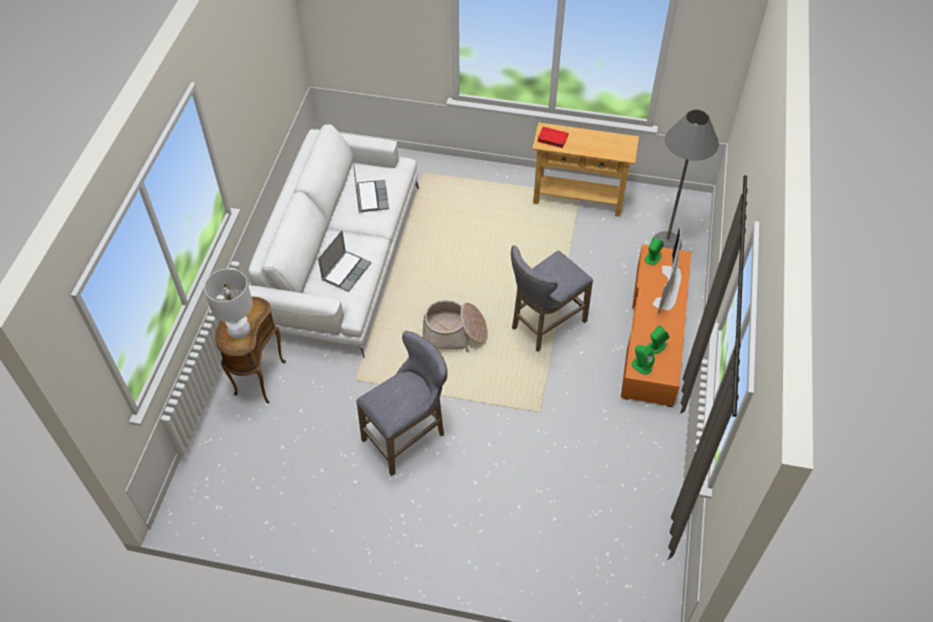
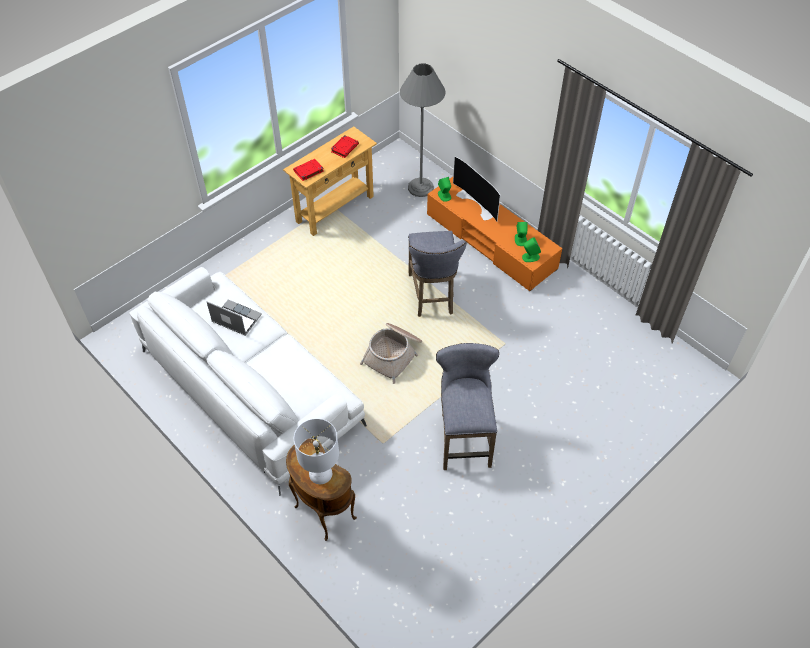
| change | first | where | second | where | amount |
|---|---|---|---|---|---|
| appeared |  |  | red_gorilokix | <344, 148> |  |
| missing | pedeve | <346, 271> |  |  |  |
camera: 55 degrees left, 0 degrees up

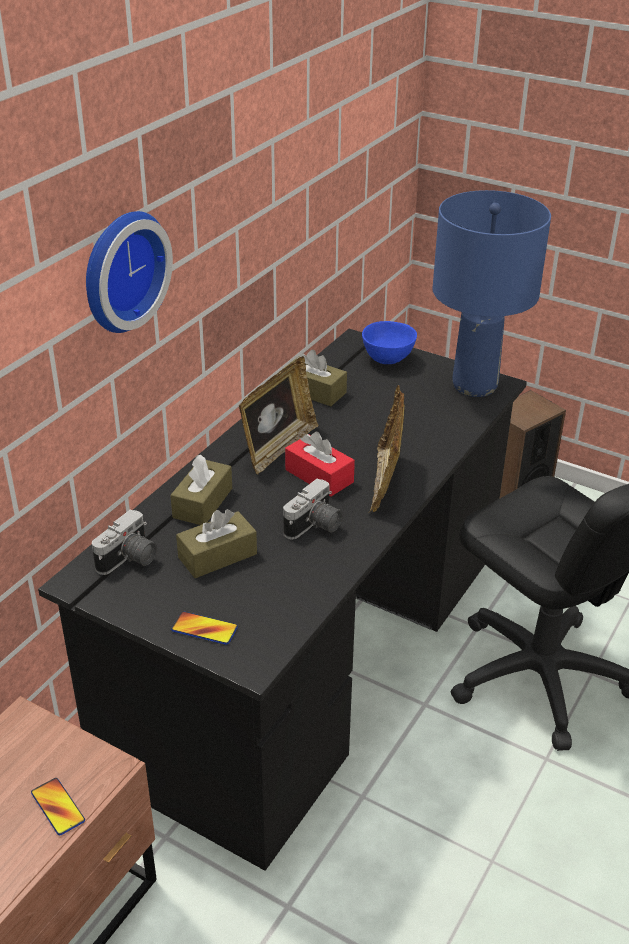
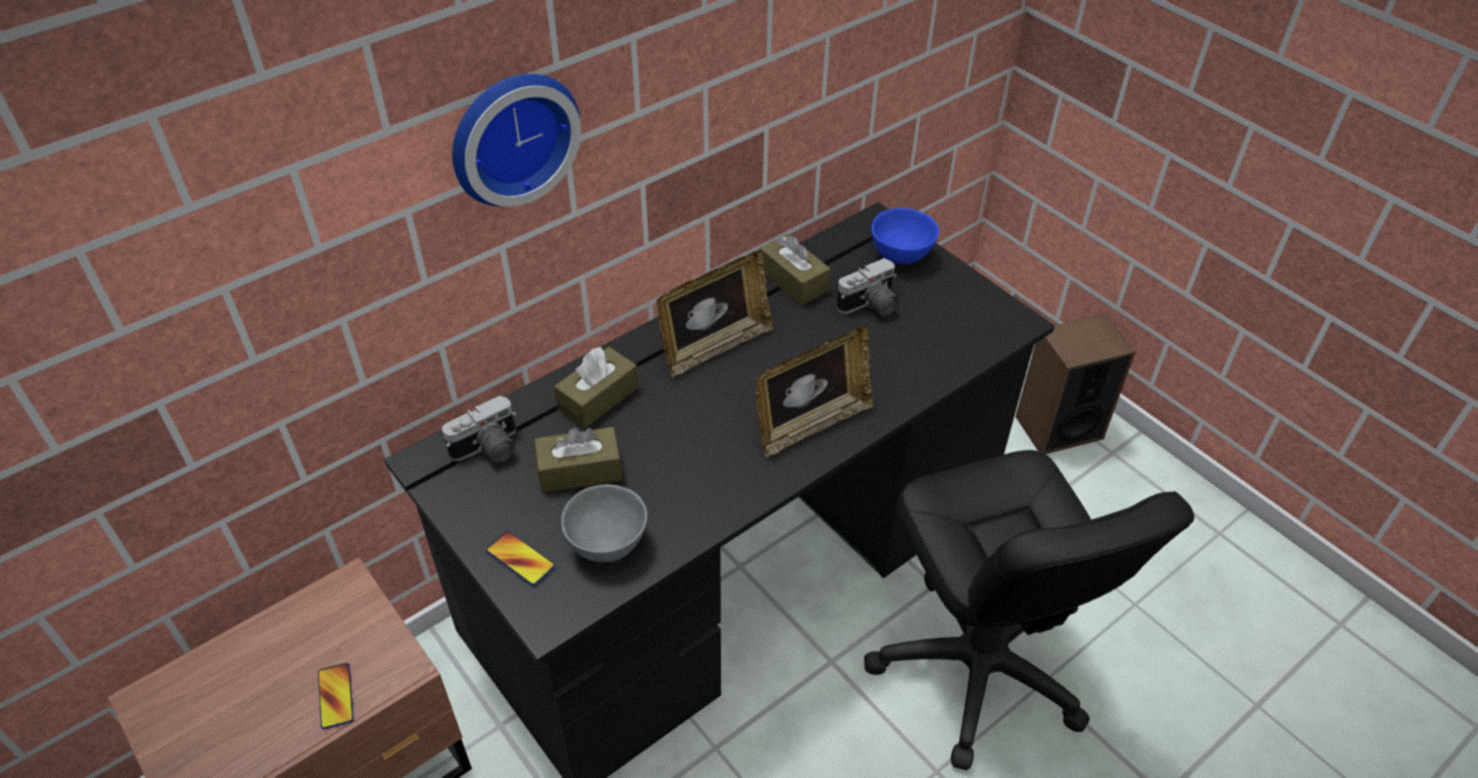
| change | first | where | second | where | amount |
|---|---|---|---|---|---|
| appeared |  |  | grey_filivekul | <608, 544> |  |
| spun | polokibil | <385, 482> |  | <811, 424> | 150 degrees counterclockwise |
| relocated | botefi | <315, 527> |  | <870, 306> |  |
| missing | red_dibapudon | <319, 476> |  |  |  |
| missing | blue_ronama | <474, 386> |  |  |  |
camera: 20 degrees right, 10 degrees up

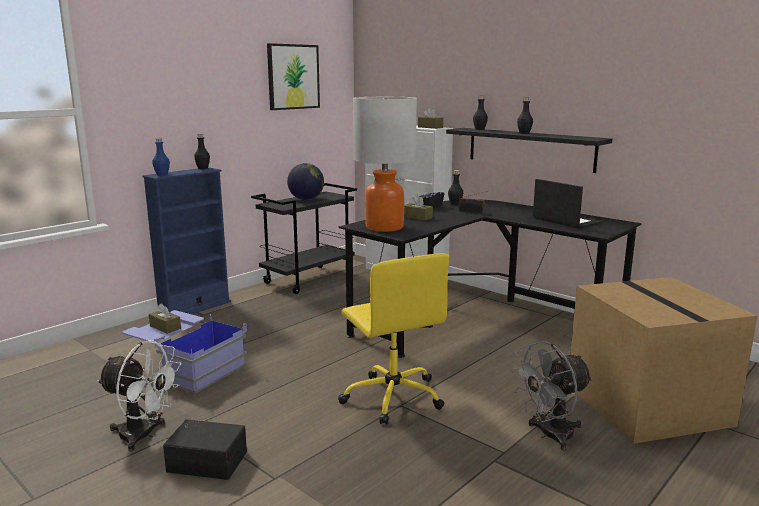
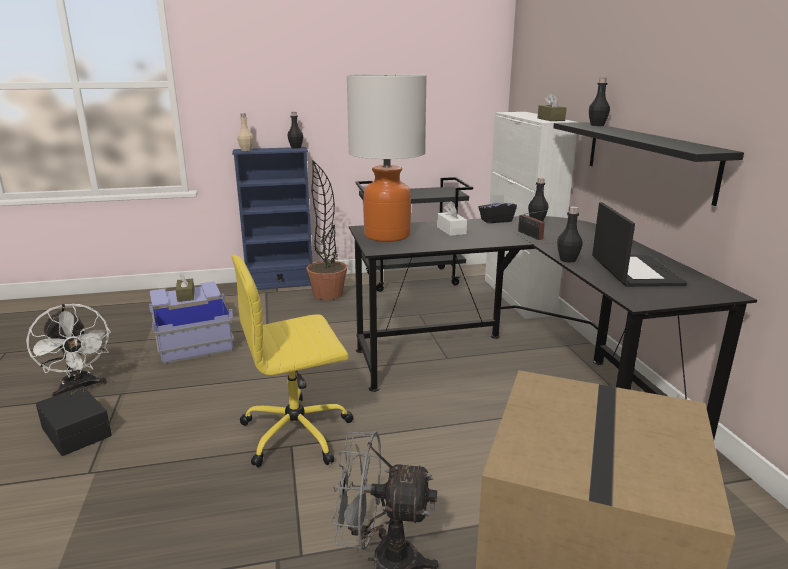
| change | first | where | second | where | amount |
|---|---|---|---|---|---|
| spun | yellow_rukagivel | <392, 396> |  | <298, 432> | 60 degrees clockwise |
| colour | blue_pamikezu | <162, 174> | beige_pamikezu | <246, 150> |  |
| appeared |  |  | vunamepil | <328, 294> |  |
| colour | brown_dibapudon | <417, 217> | white_dibapudon | <451, 230> |  |
| relocated | black_pamikezu | <524, 133> |  | <567, 260> |  |
| missing | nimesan | <293, 77> |  |  |  |
| missing | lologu | <306, 199> |  |  |  |
camera: 35 degrees right, 5 degrees up

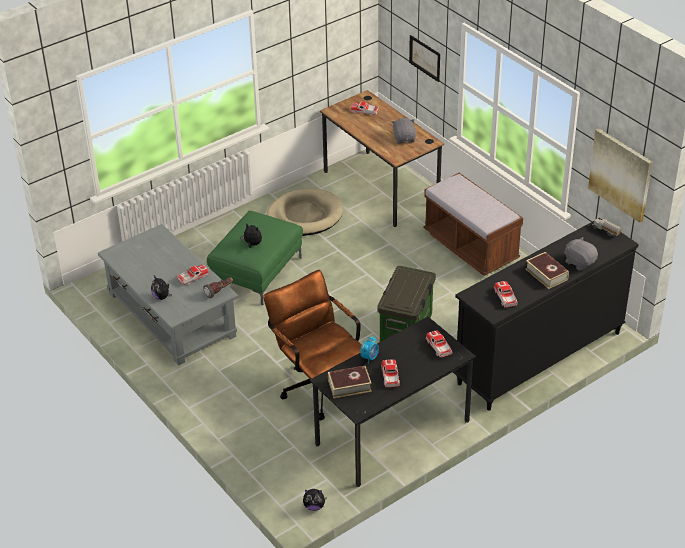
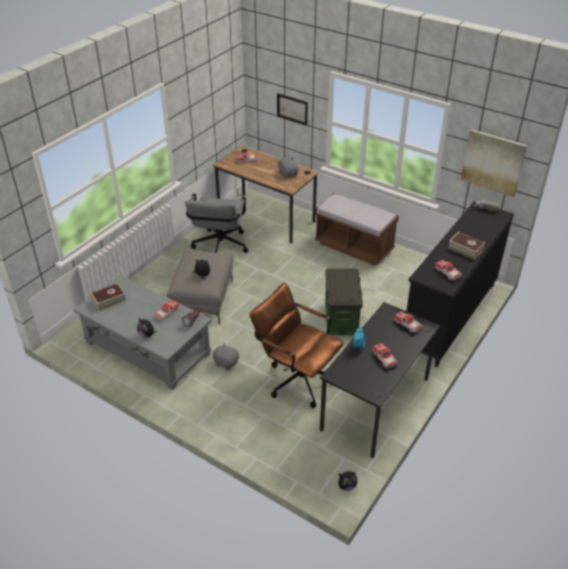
| change | first | where | second | where | amount |
|---|---|---|---|---|---|
| relocated | gorilokix | <349, 386> |  | <109, 300> |  |
| colour | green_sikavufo | <257, 272> | grey_sikavufo | <202, 298> |  |
| exchanged | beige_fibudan | <304, 216> | grey_rukagivel | <219, 248> |  |
| relocated | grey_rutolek | <579, 262> |  | <226, 363> |  |
camera: 20 degrees left, 0 degrees up

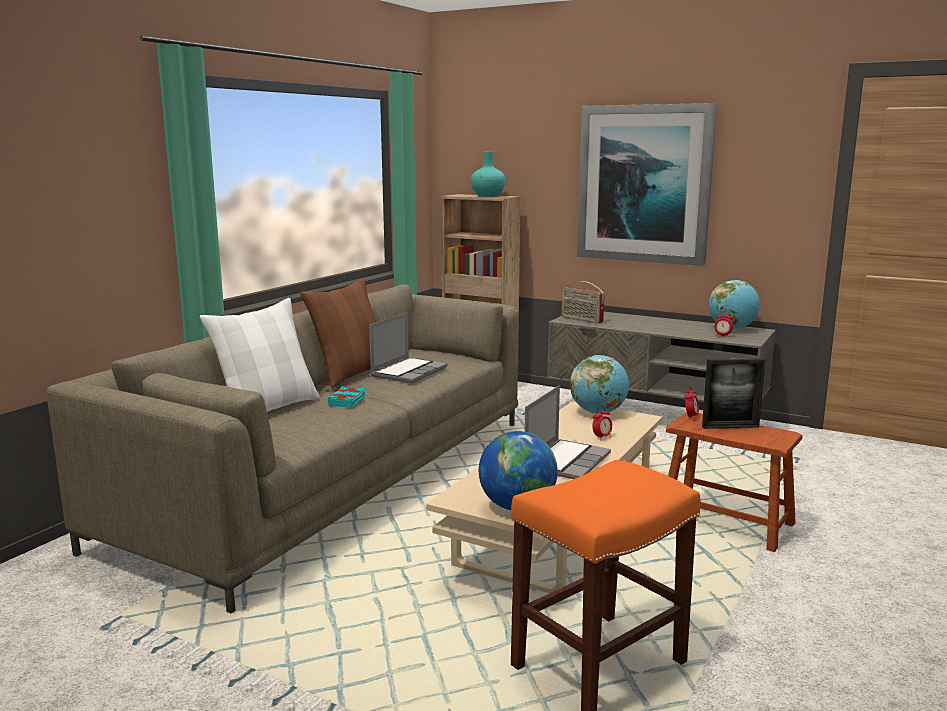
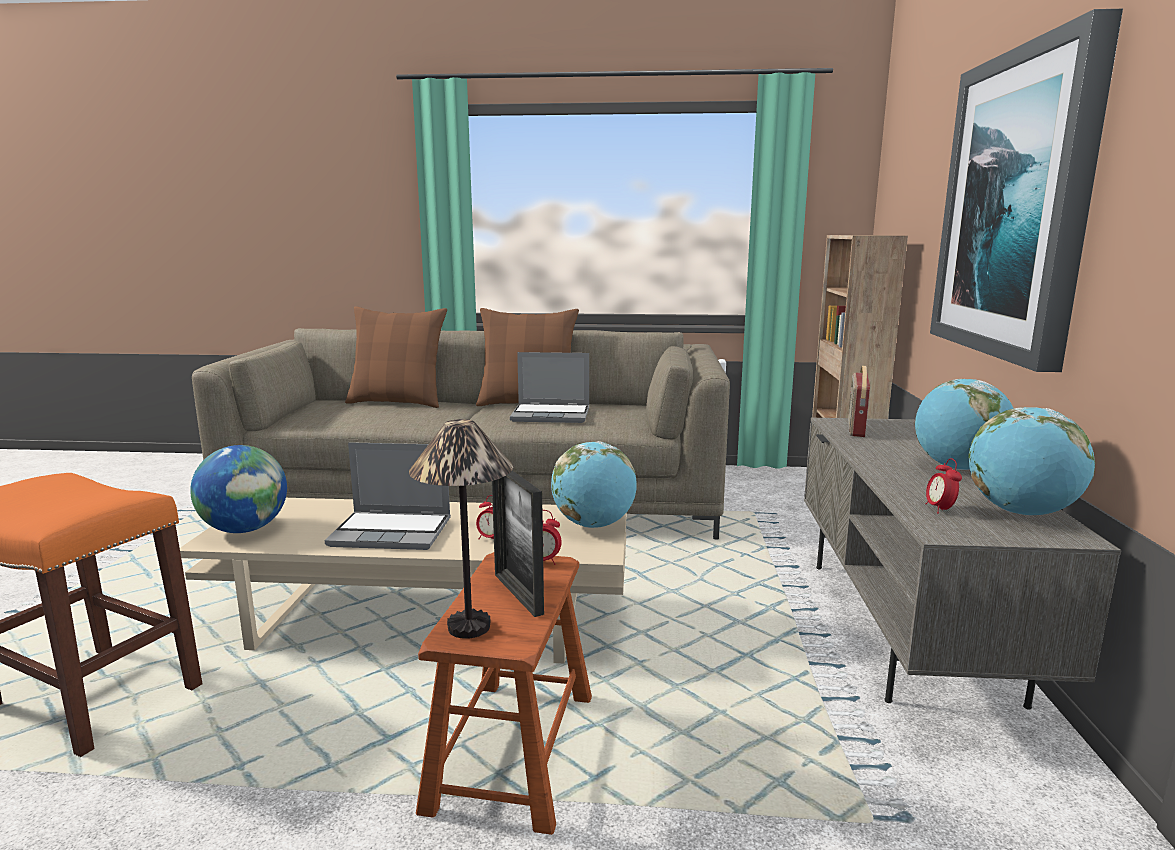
| change | first | where | second | where | amount |
|---|---|---|---|---|---|
| colour | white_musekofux | <267, 409> | brown_musekofux | <397, 402> |  |
| appeared |  |  | ronama | <468, 627> |  |
| appeared |  |  | lologu | <958, 468> |  |
| missing | turquoise_gorilokix | <347, 401> |  |  |  |
| missing | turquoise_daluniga | <488, 196> |  |  |  |
camera: 65 degrees right, 0 degrees up

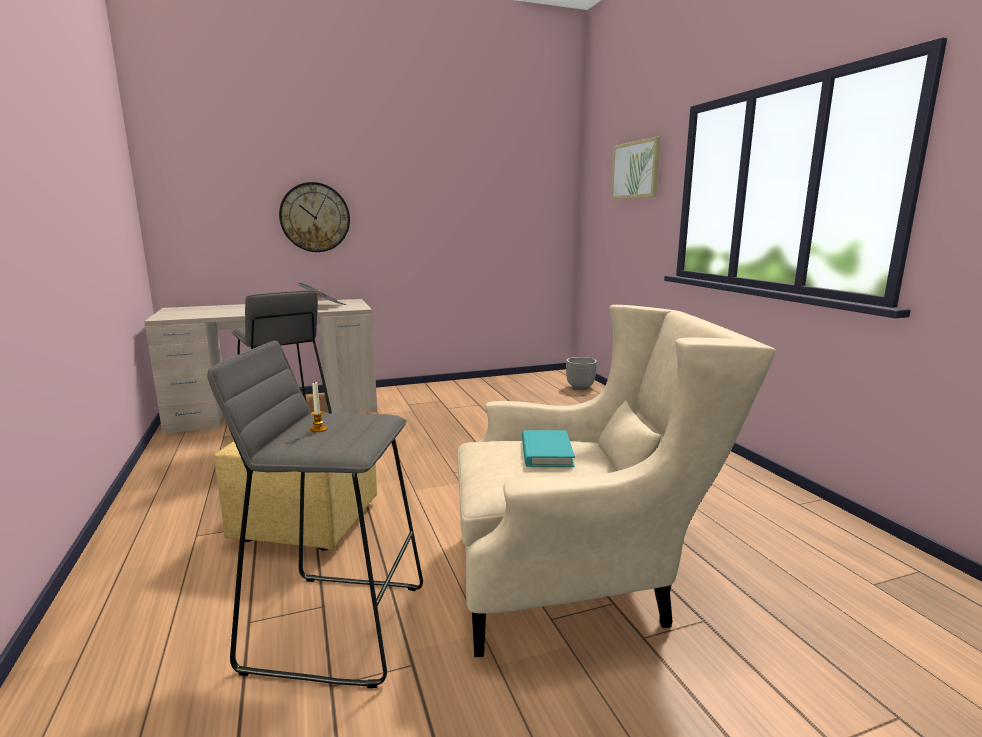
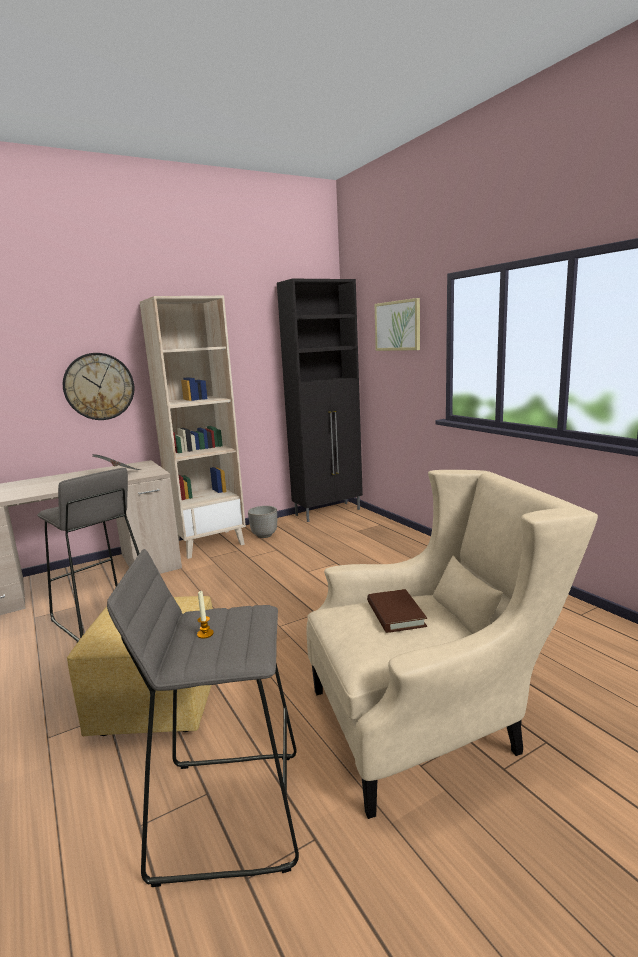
| change | first | where | second | where | amount |
|---|---|---|---|---|---|
| appeared |  |  | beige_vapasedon | <209, 543> |  |
| relocated | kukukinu | <580, 387> |  | <264, 535> |  |
| appeared |  |  | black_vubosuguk | <329, 512> |  |
| colour | turquoise_gorilokix | <546, 452> | brown_gorilokix | <395, 614> |  |
camera: 10 degrees left, 0 degrees up

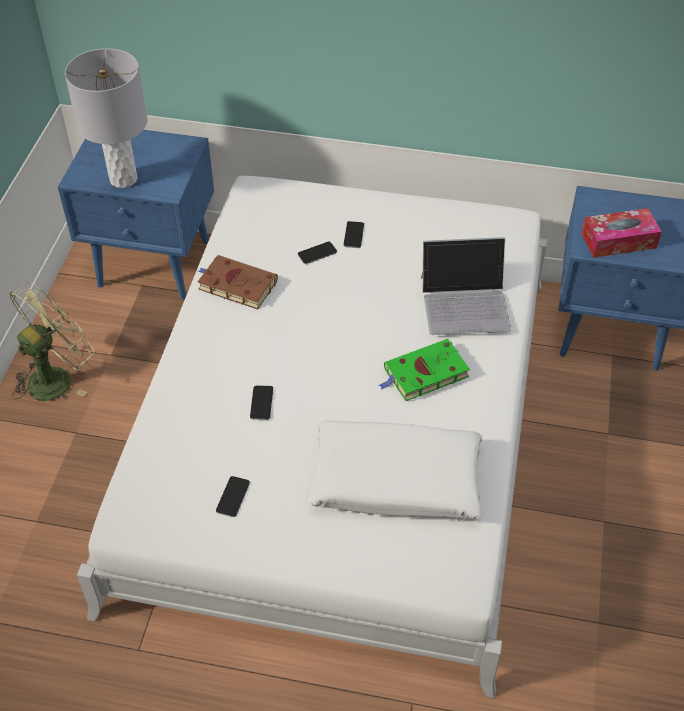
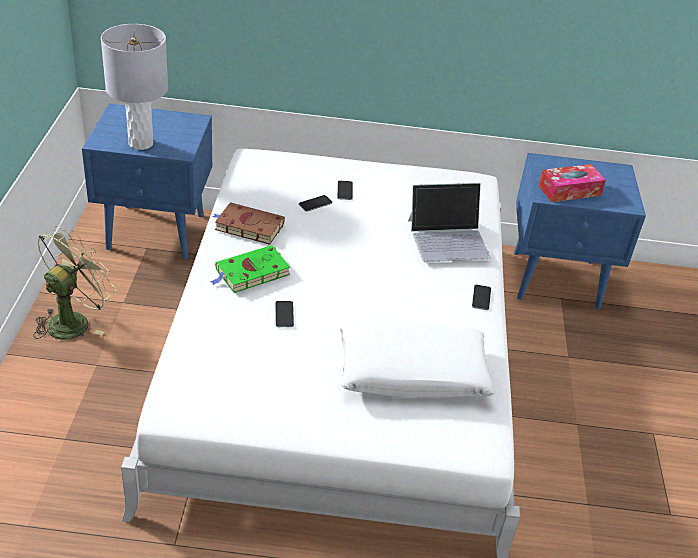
| change | first | where | second | where | amount |
|---|---|---|---|---|---|
| relocated | green_gorilokix | <424, 374> |  | <251, 273> |  |
| relocated | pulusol | <233, 497> |  | <481, 297> |  |
camera: 10 degrees left, 10 degrees down

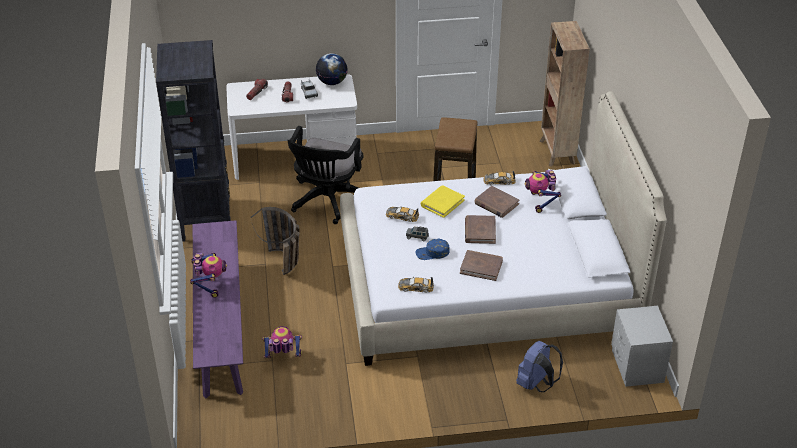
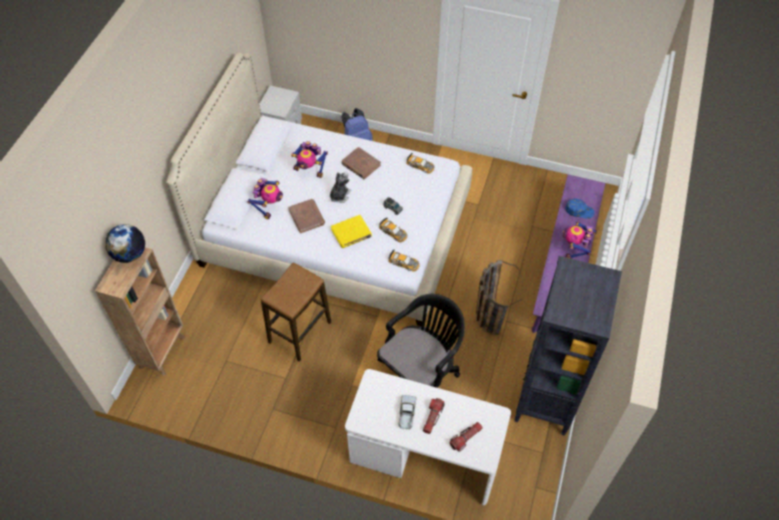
| change | first | where | second | where | amount |
|---|---|---|---|---|---|
| relocated | lologu | <332, 82> |  | <129, 254> |  |
| relocated | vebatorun | <283, 359> |  | <310, 170> |  |
| exchanged | brown_gorilokix | <480, 231> | rutolek | <339, 195> |  |
| relocated | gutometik | <499, 181> |  | <404, 263> |  |
| relocated | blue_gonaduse | <432, 253> |  | <579, 210> |  |
camera: 155 degrees left, 15 degrees up

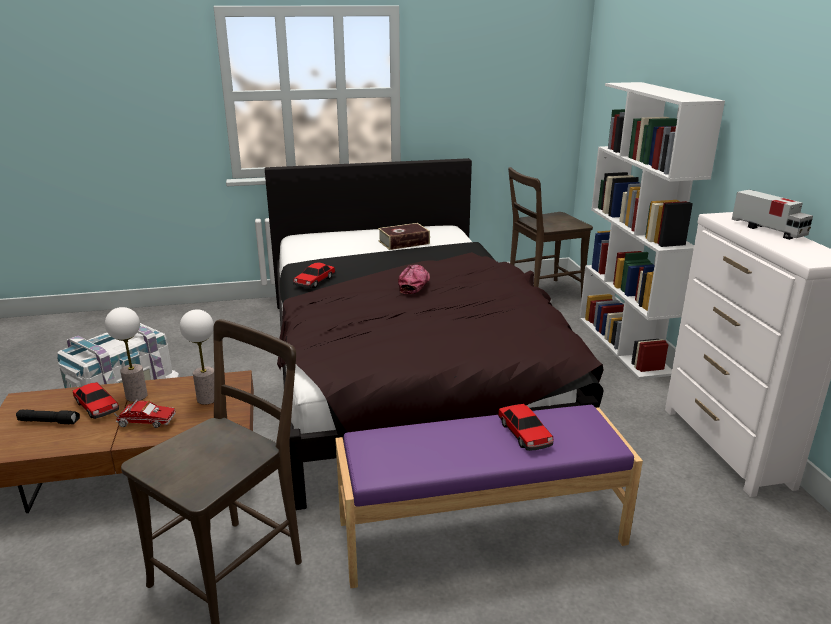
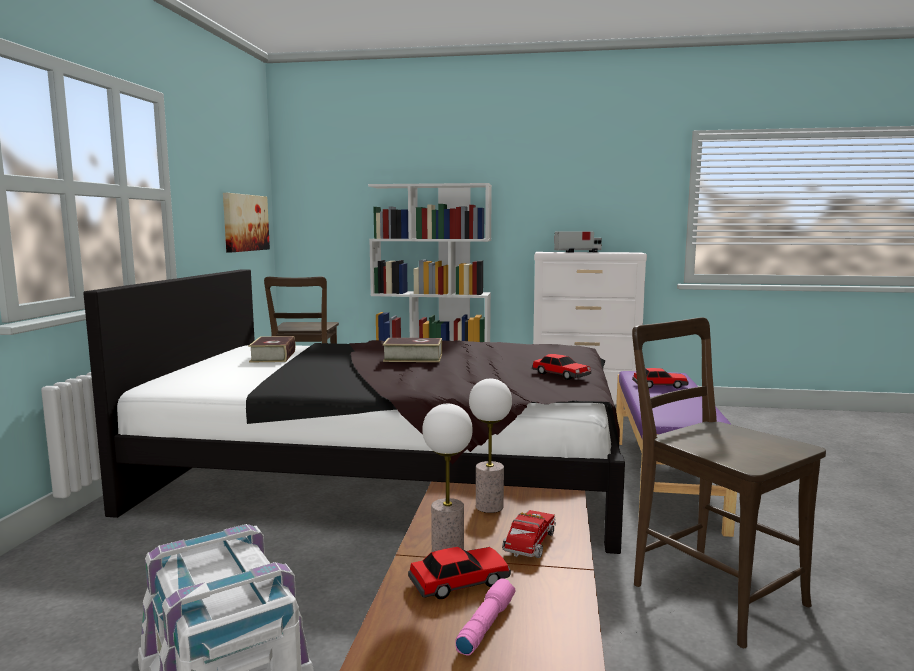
| change | first | where | second | where | amount |
|---|---|---|---|---|---|
| appeared |  |  | nimesan | <245, 222> |  |
| exchanged | gonaduse | <414, 284> | gorilokix | <413, 358> |  |
| colour | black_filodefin | <49, 421> | pink_filodefin | <485, 625> |  |
| relocated | gutometik | <314, 281> |  | <561, 375> |  |
camera: 70 degrees left, 15 degrees down

